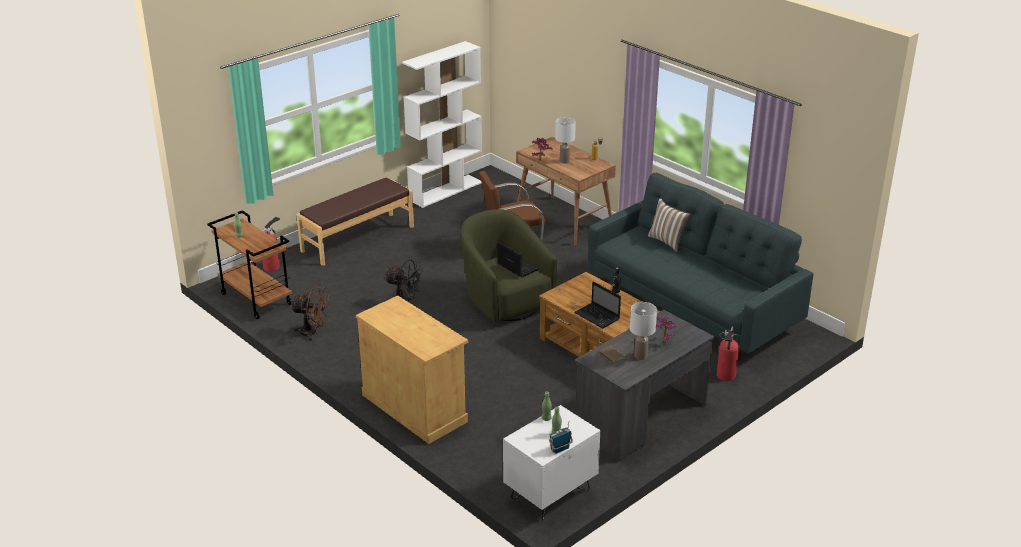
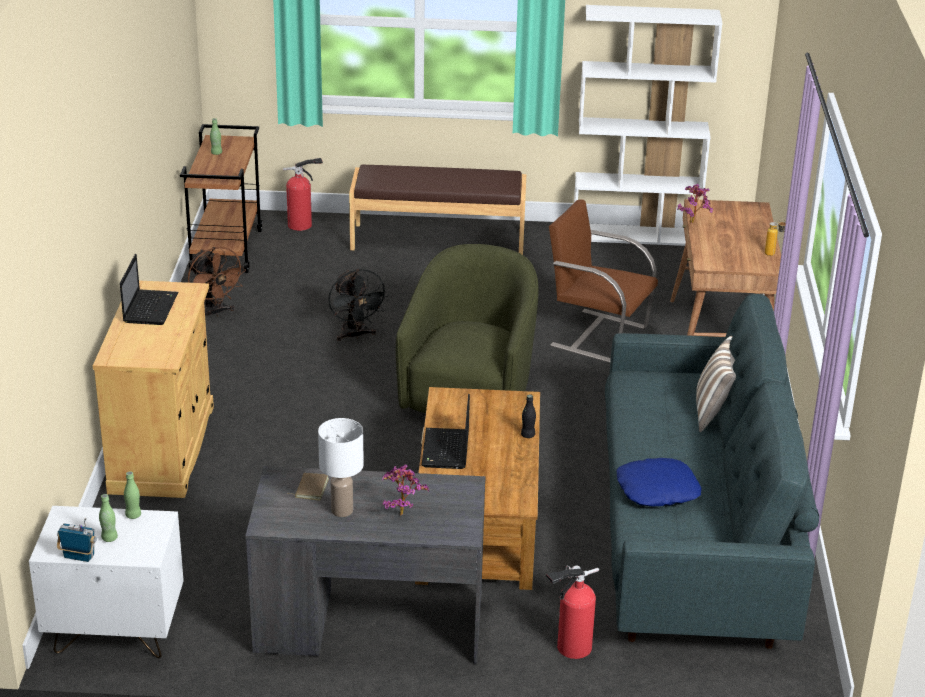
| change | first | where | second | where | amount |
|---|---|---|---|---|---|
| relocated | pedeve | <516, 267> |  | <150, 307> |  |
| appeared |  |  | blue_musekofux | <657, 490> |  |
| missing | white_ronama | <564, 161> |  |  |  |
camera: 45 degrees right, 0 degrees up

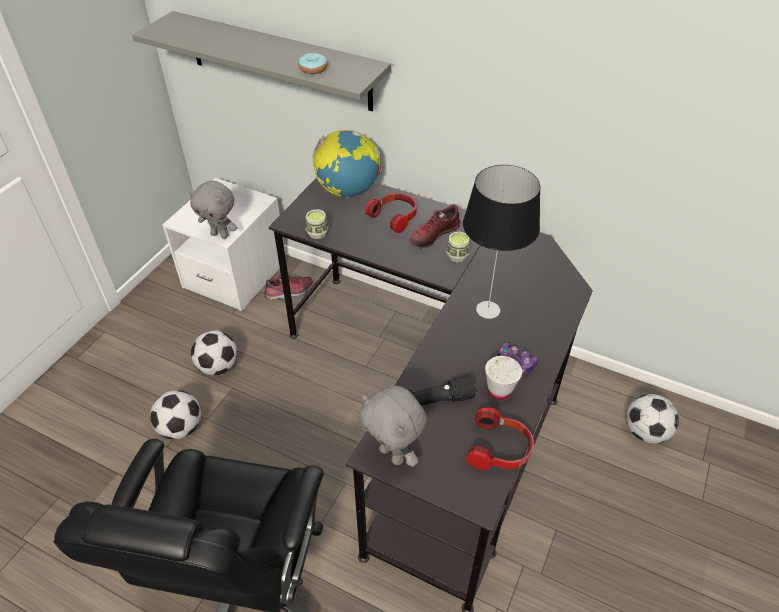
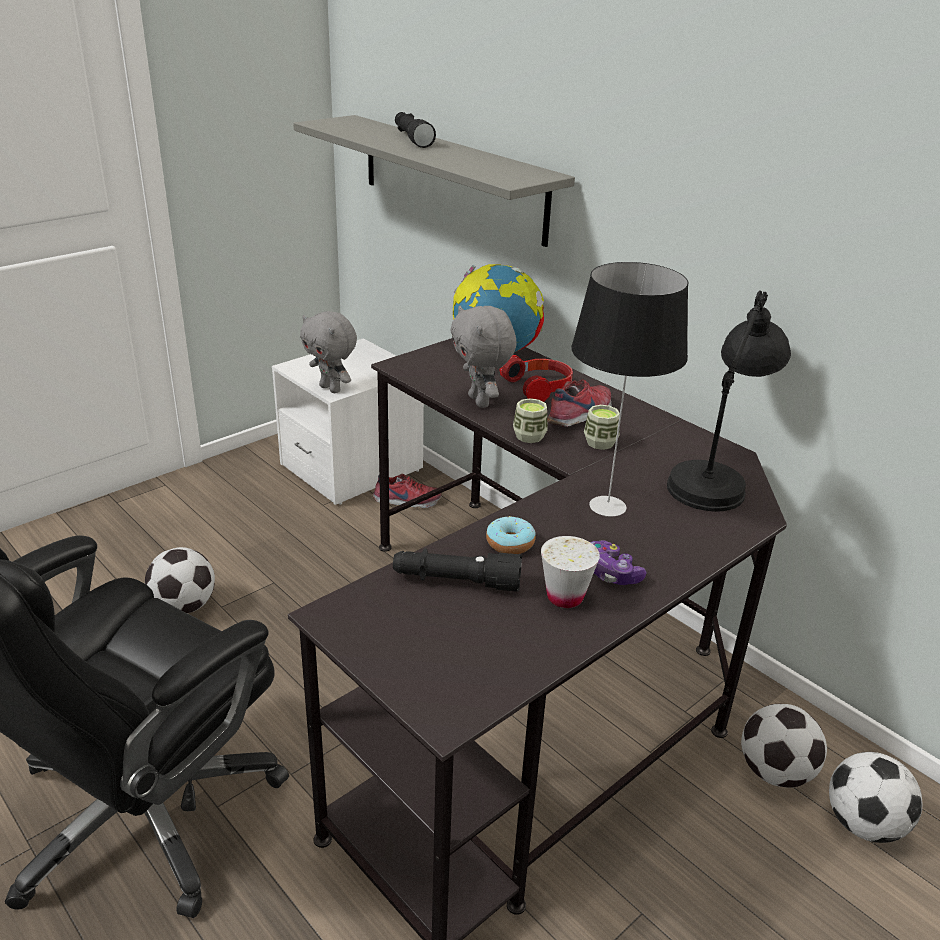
| change | first | where | second | where | amount |
|---|---|---|---|---|---|
| appeared |  |  | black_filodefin | <412, 139> |  |
| relocated | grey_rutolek | <393, 454> |  | <480, 401> |  |
| relocated | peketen | <313, 69> |  | <510, 543> |  |
| relocated | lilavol | <317, 233> |  | <529, 436> |  |
| spun | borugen | <433, 234> |  | <581, 415> | 150 degrees clockwise |
| appeared |  |  | black_ronama | <717, 474> |  |
| relocated | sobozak | <218, 366> |  | <774, 772> |  |
| missing | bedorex | <500, 448> |  |  |  |
camera: 20 degrees right, 15 degrees down

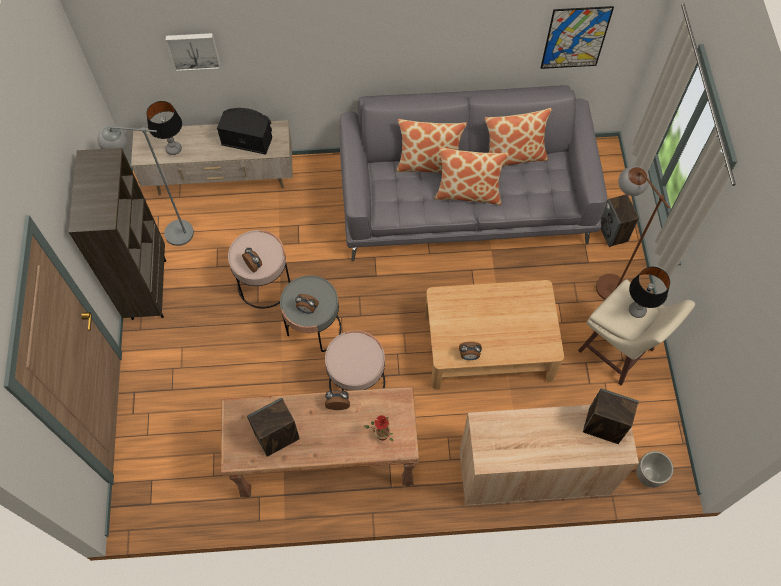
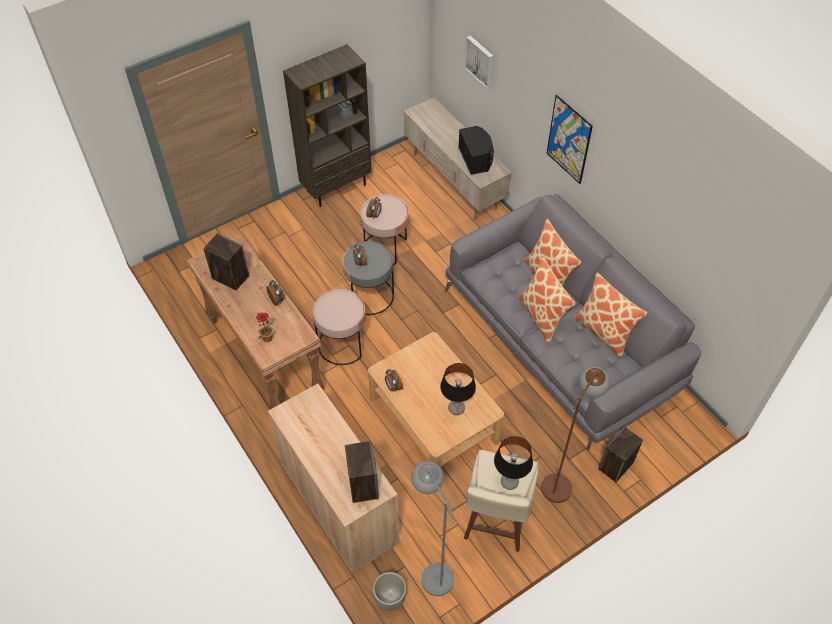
| change | first | where | second | where | amount |
|---|---|---|---|---|---|
| relocated | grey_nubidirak | <168, 232> |  | <432, 569> |  |
| relocated | ronama | <173, 149> |  | <456, 408> |  |
| relocated | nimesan | <575, 38> |  | <569, 140> |  |
camera: 60 degrees right, 10 degrees down

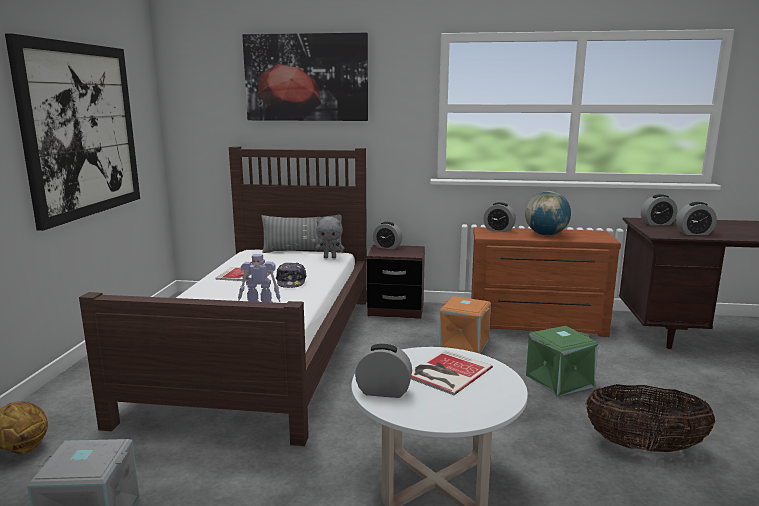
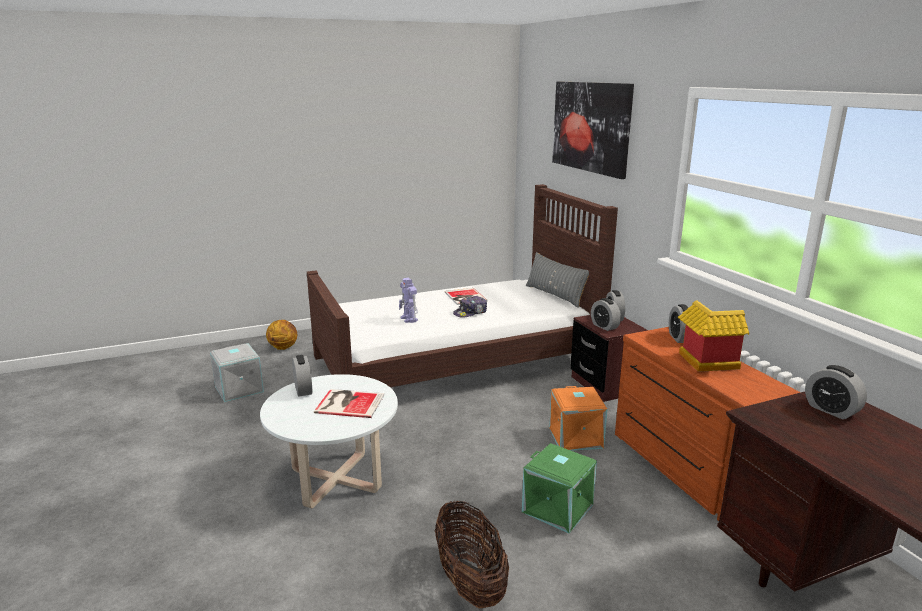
| change | first | where | second | where | amount |
|---|---|---|---|---|---|
| relocated | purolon | <694, 233> |  | <604, 326> |  |
| exchanged | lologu | <546, 234> | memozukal | <704, 363> |  |
| missing | nimesan | <81, 130> |  |  |  |
| missing | grey_rutolek | <330, 257> |  |  |  |
camera: 60 degrees right, 5 degrees up

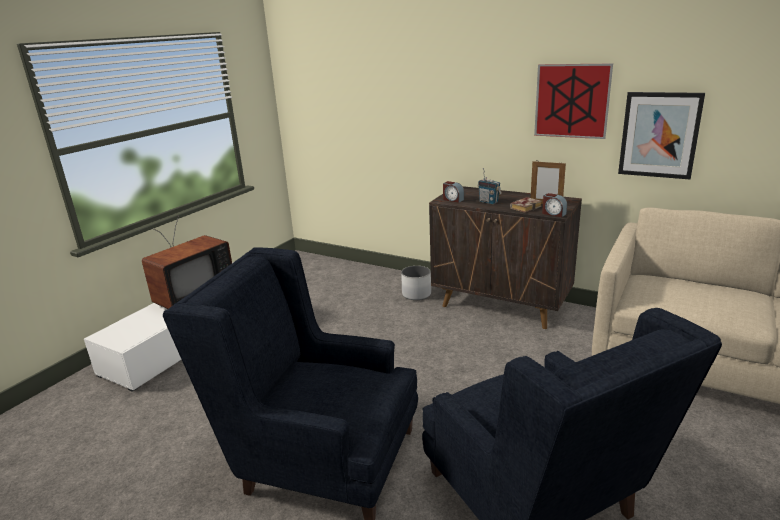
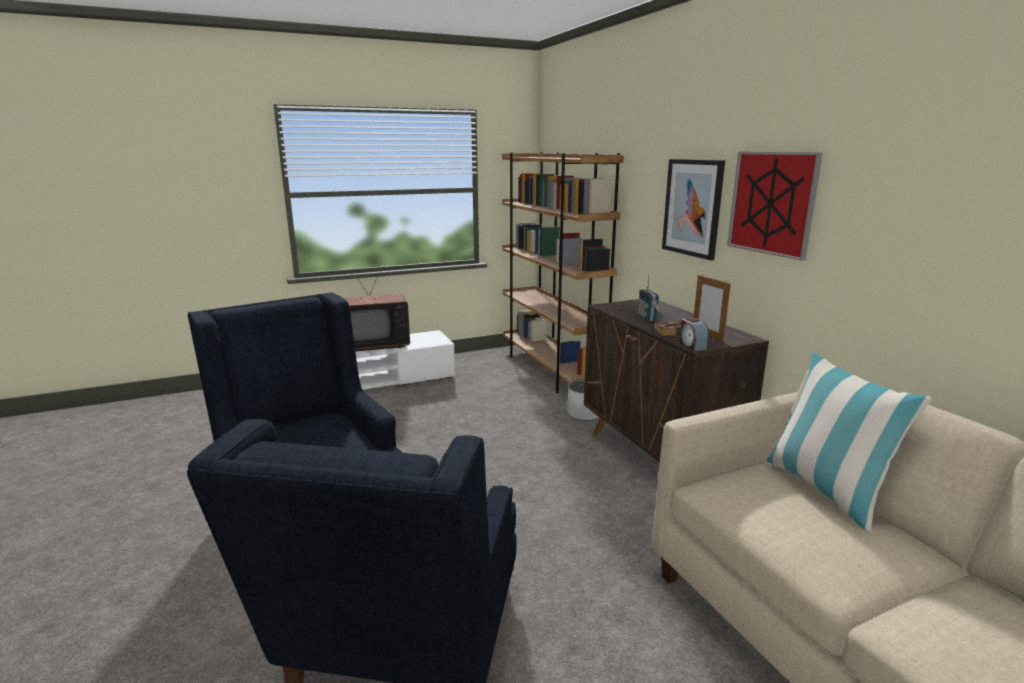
| change | first | where | second | where | amount |
|---|---|---|---|---|---|
| appeared |  |  | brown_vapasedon | <551, 370> |  |
| relocated | nimesan | <659, 135> |  | <692, 208> |  |
| appeared |  |  | musekofux | <826, 489> |  |
| missing | purolon | <453, 199> |  |  |  |
camera: 35 degrees right, 5 degrees down

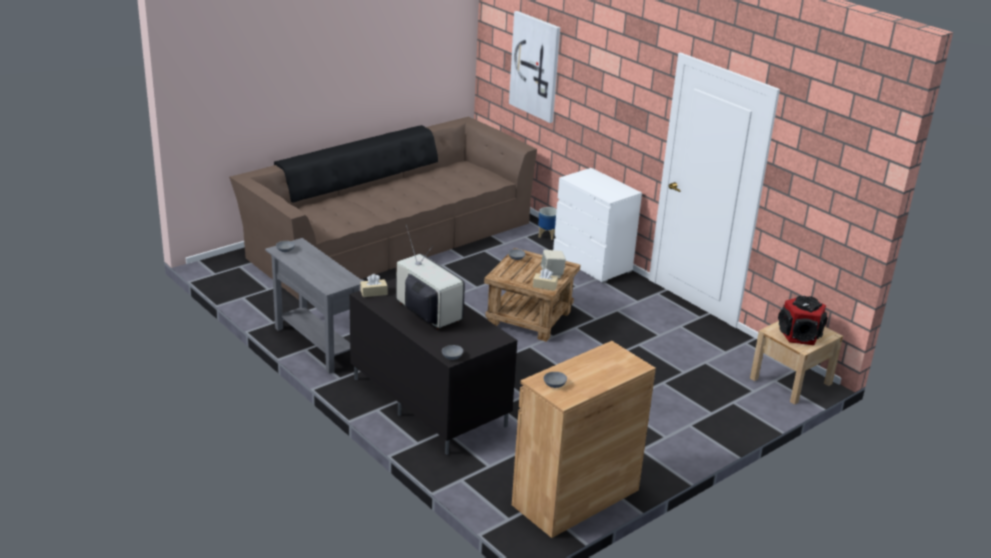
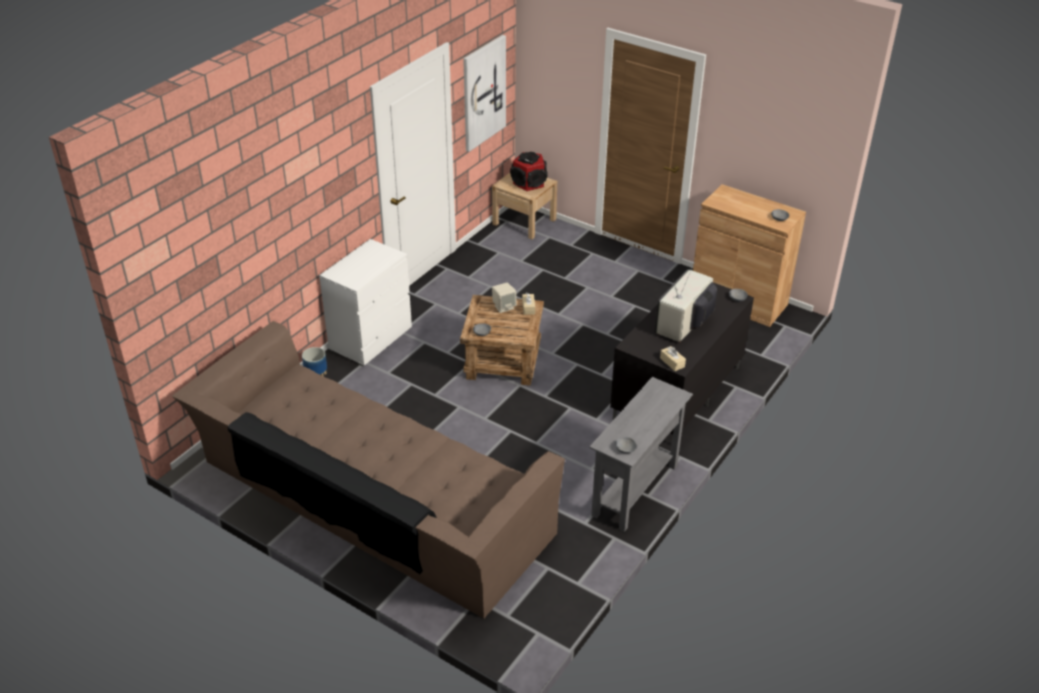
| change | first | where | second | where | amount |
|---|---|---|---|---|---|
| relocated | nimesan | <535, 66> |  | <483, 93> |  |
camera: 105 degrees left, 10 degrees up

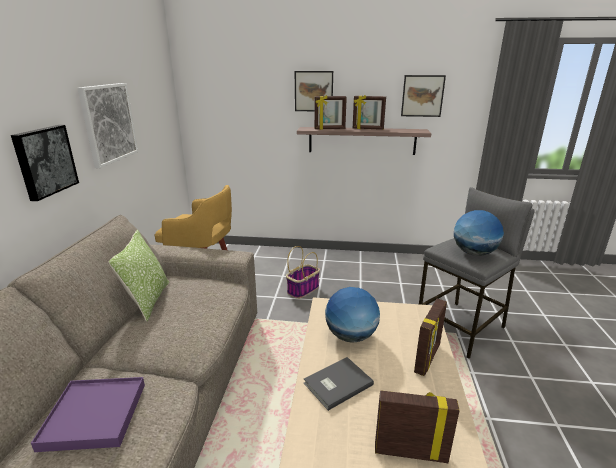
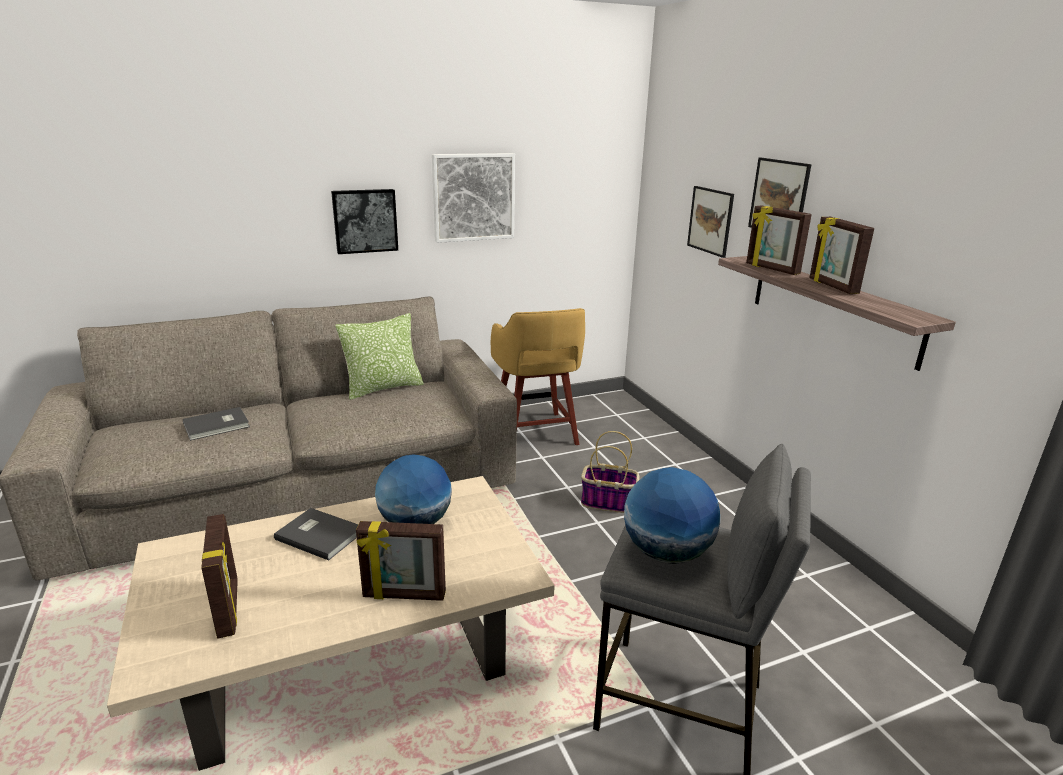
| change | first | where | second | where | amount |
|---|---|---|---|---|---|
| exchanged | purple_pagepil | <95, 415> | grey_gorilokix | <217, 426> |  |
| relocated | nimesan | <422, 96> |  | <710, 221> |  |
camera: 60 degrees right, 0 degrees up

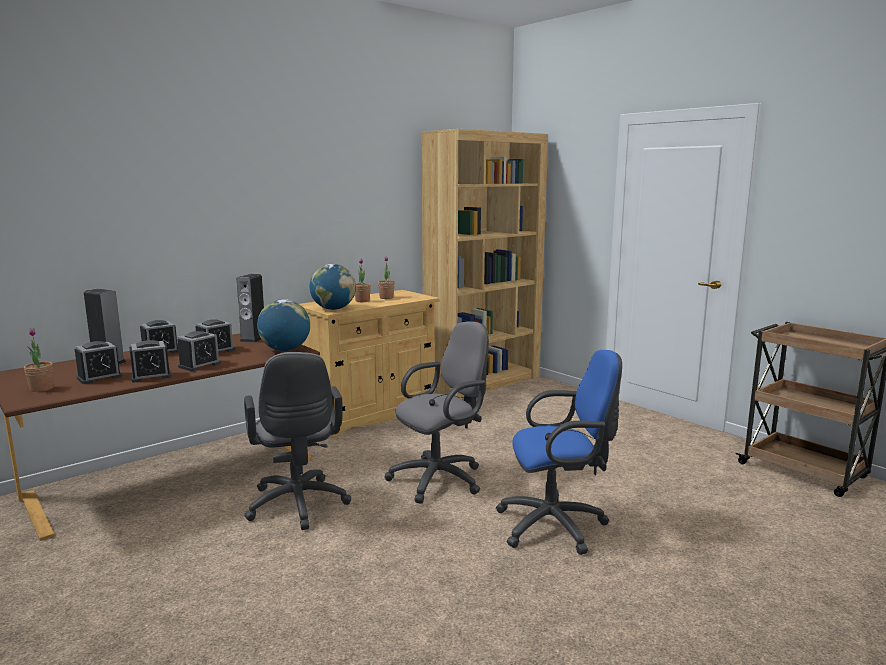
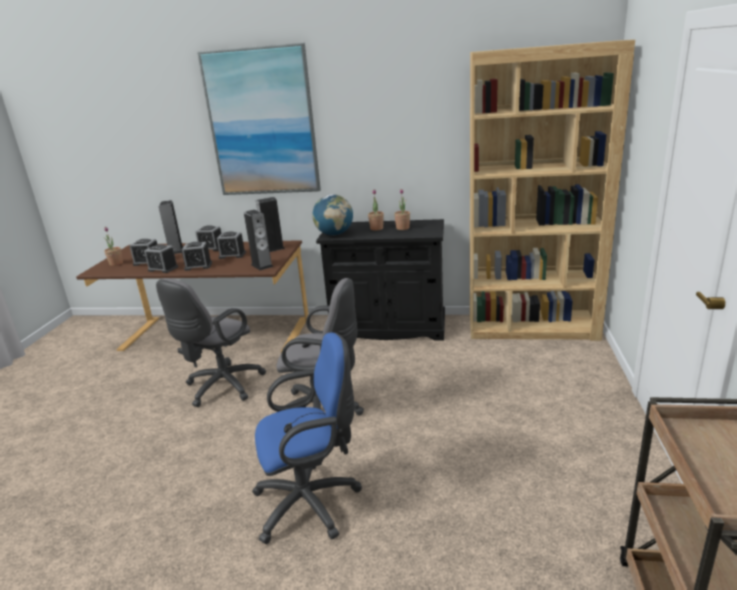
| change | first | where | second | where | amount |
|---|---|---|---|---|---|
| appeared |  |  | nimesan | <262, 123> |  |
| exchanged | lologu | <285, 350> | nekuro | <262, 265> |  |
| spun | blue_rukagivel | <557, 526> |  | <312, 502> | 60 degrees counterclockwise |
| colour | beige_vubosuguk | <371, 413> | black_vubosuguk | <388, 327> |  |
camera: 50 degrees right, 10 degrees up

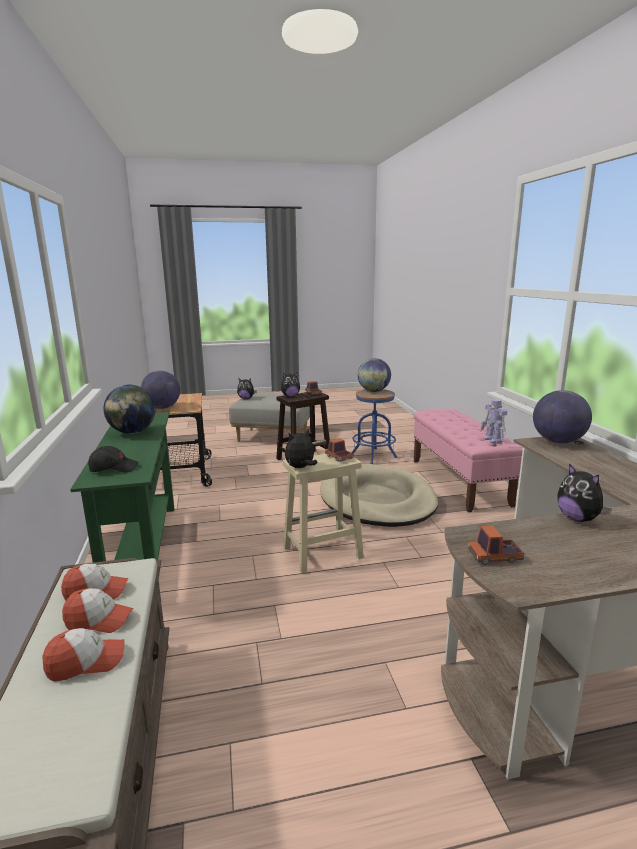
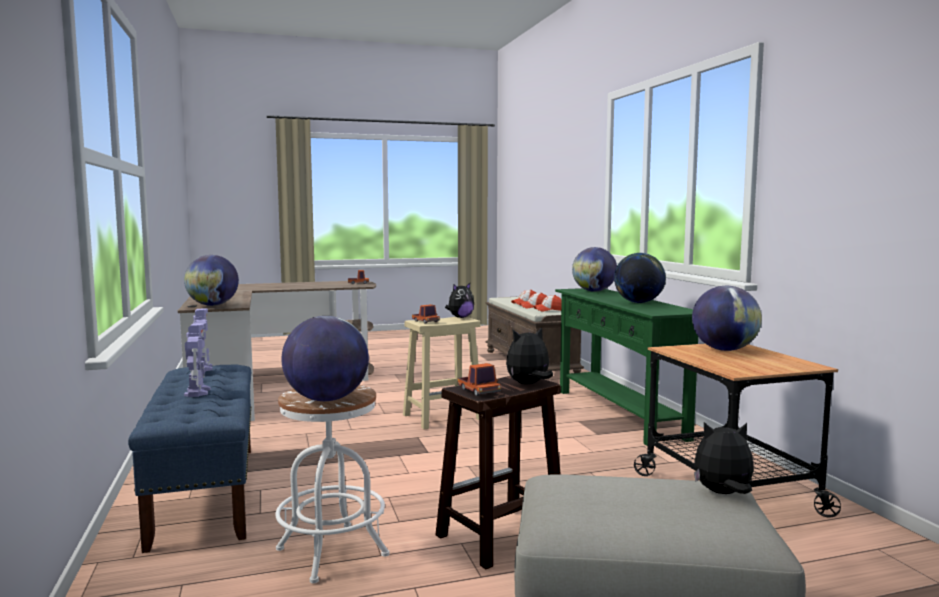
| change | first | where | second | where | amount |
|---|---|---|---|---|---|
| colour | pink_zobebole | <459, 482> | blue_zobebole | <205, 493> |  |
| appeared |  |  | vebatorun | <197, 392> |  |
| colour | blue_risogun | <373, 456> | white_risogun | <332, 552> |  |
| exchanged | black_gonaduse | <114, 468> | lologu | <594, 291> |  |
| missing | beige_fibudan | <377, 500> |  |  |  |
| missing | rutolek | <578, 518> |  |  |  |
camera: 175 degrees right, 10 degrees down

